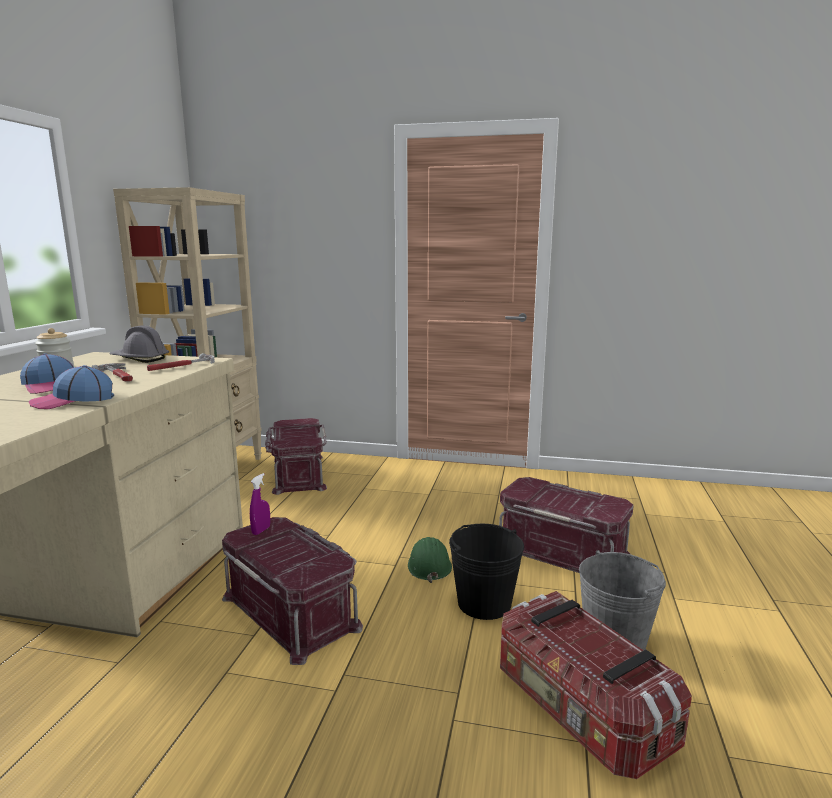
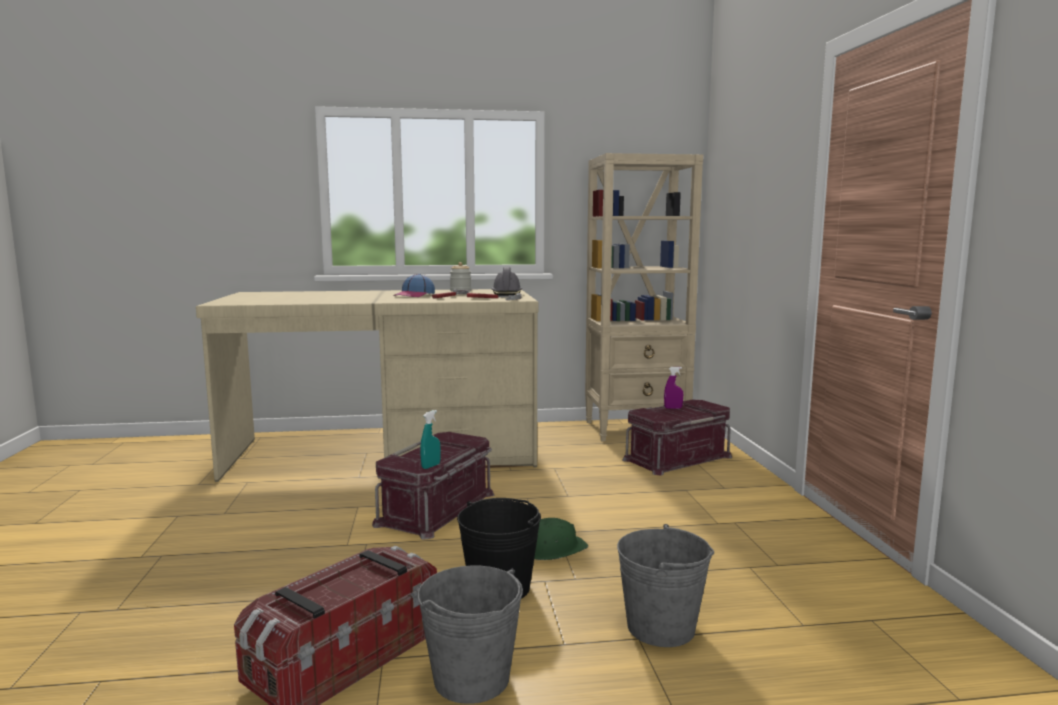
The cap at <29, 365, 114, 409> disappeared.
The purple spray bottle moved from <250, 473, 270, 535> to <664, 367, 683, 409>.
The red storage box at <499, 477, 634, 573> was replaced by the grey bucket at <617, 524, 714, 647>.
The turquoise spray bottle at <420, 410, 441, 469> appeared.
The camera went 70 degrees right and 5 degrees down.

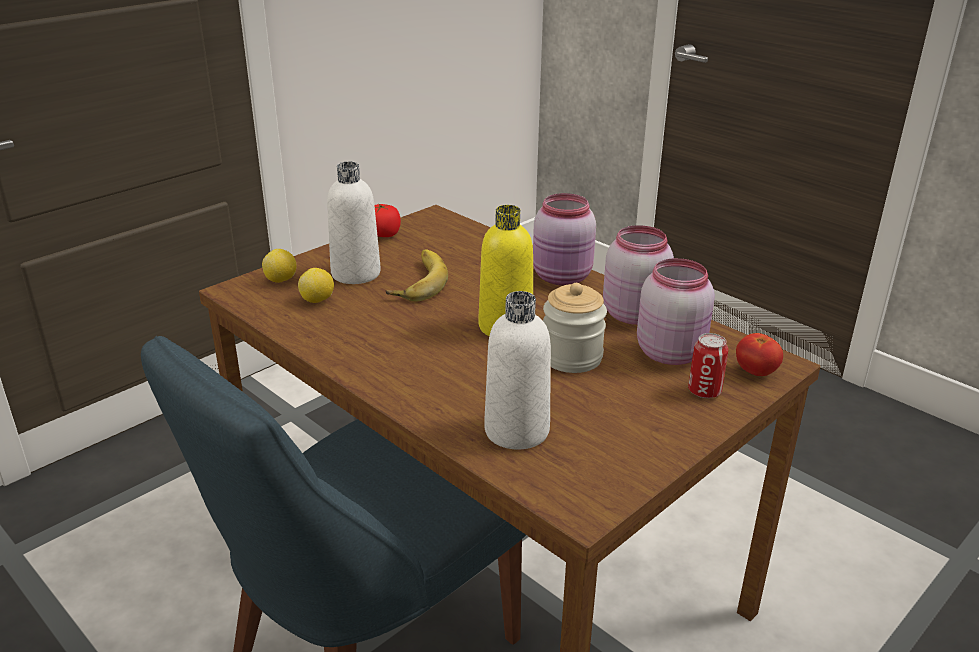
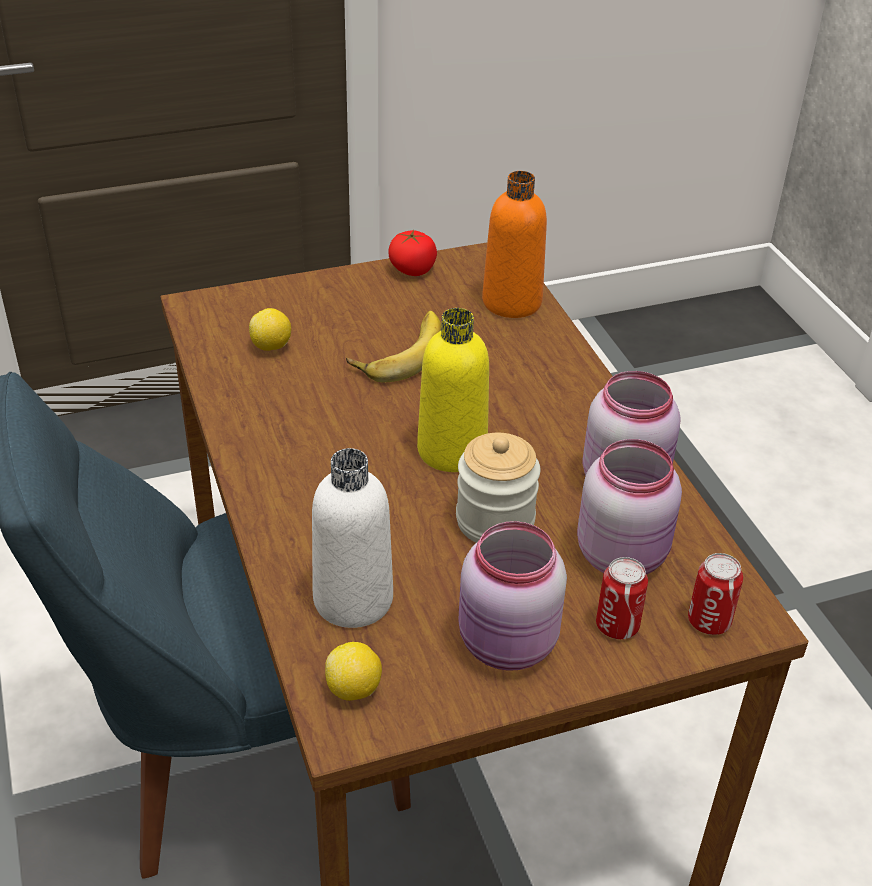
The white bottle at <327, 161, 381, 284> disappeared.
The pink jar moved from <533, 193, 596, 286> to <458, 521, 567, 671>.
The lemon moved from <262, 249, 297, 283> to <325, 642, 382, 701>.
The tomato at <736, 333, 783, 376> was replaced by the can at <688, 553, 743, 635>.
The orange bottle at <482, 171, 547, 318> appeared.
The camera went 25 degrees right and 10 degrees up.

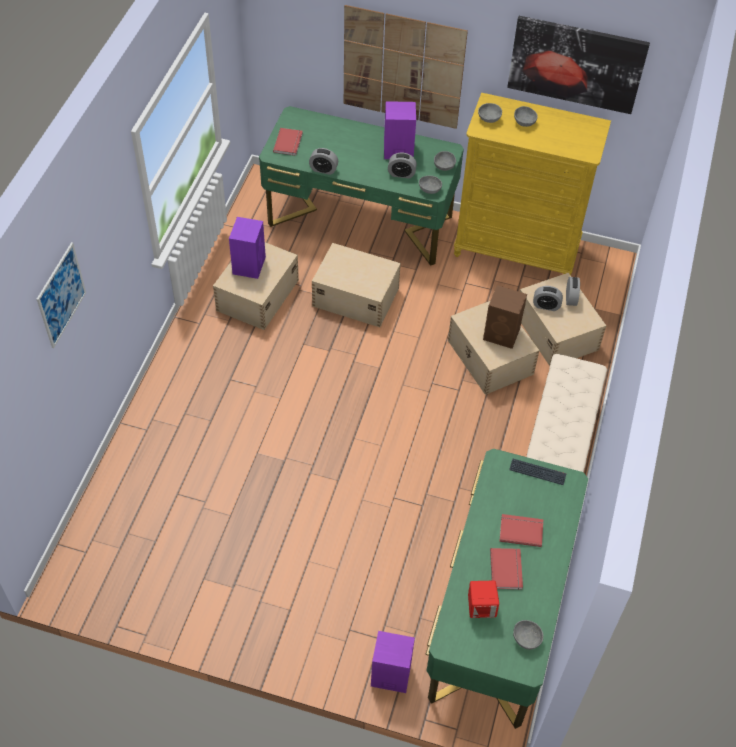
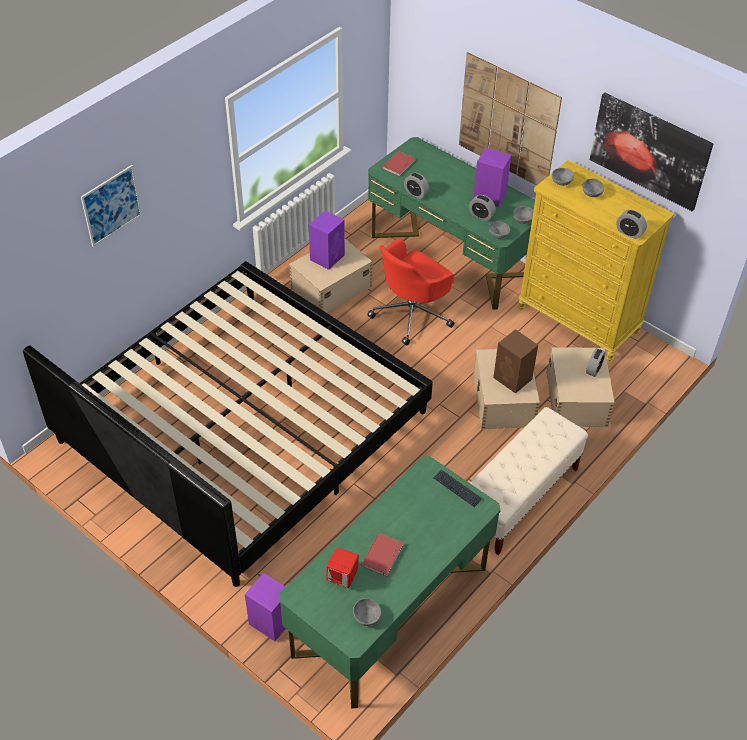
The beige storage box at <312, 243, 401, 327> was replaced by the red office chair at <367, 238, 455, 346>.
The alarm clock moved from <533, 286, 563, 311> to <616, 210, 647, 239>.
The red book at <499, 514, 543, 547> disappeared.
The bed at <23, 261, 433, 587> appeared.
The camera went 25 degrees right and 5 degrees down.

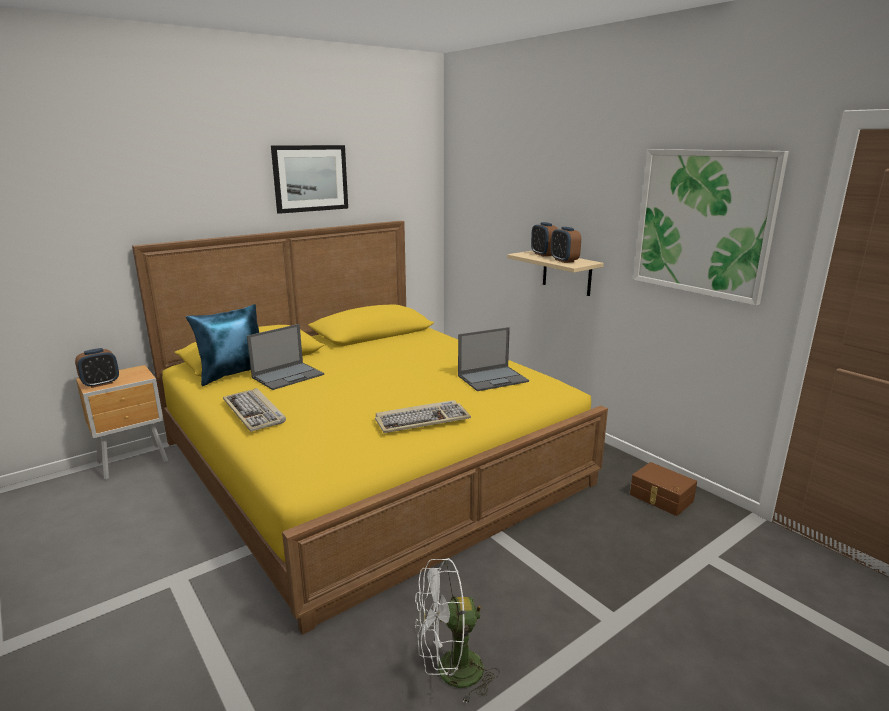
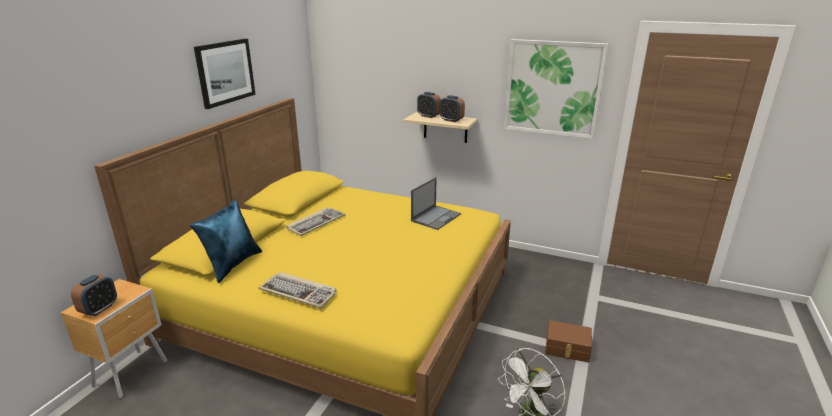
The laptop at <247, 324, 324, 390> disappeared.
The keyboard moved from <375, 400, 471, 433> to <286, 207, 346, 236>.
The brown storage box moved from <630, 462, 697, 516> to <545, 320, 592, 363>.
The camera went 30 degrees left and 5 degrees up.

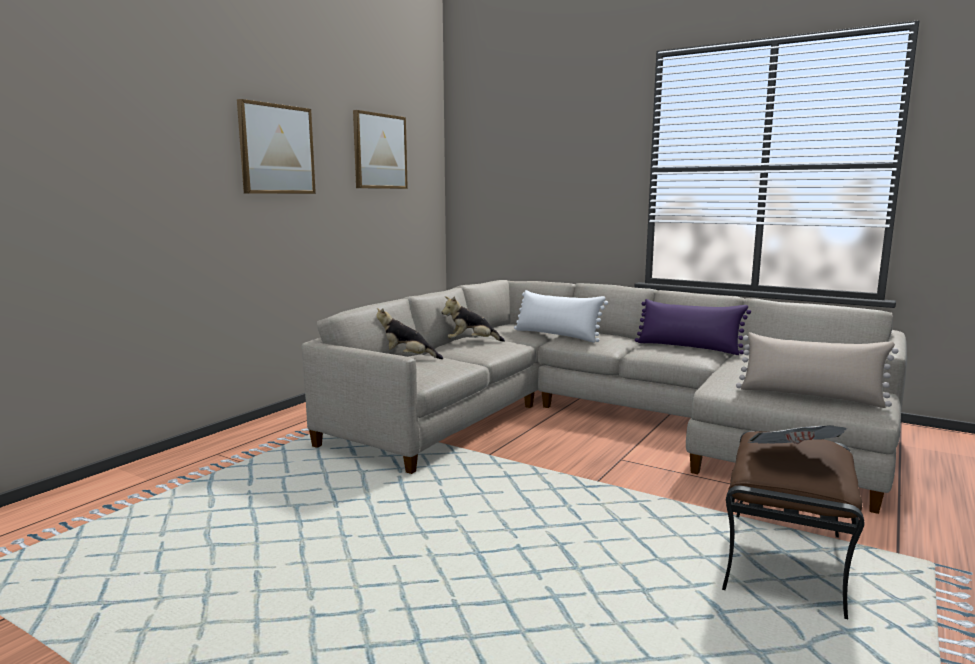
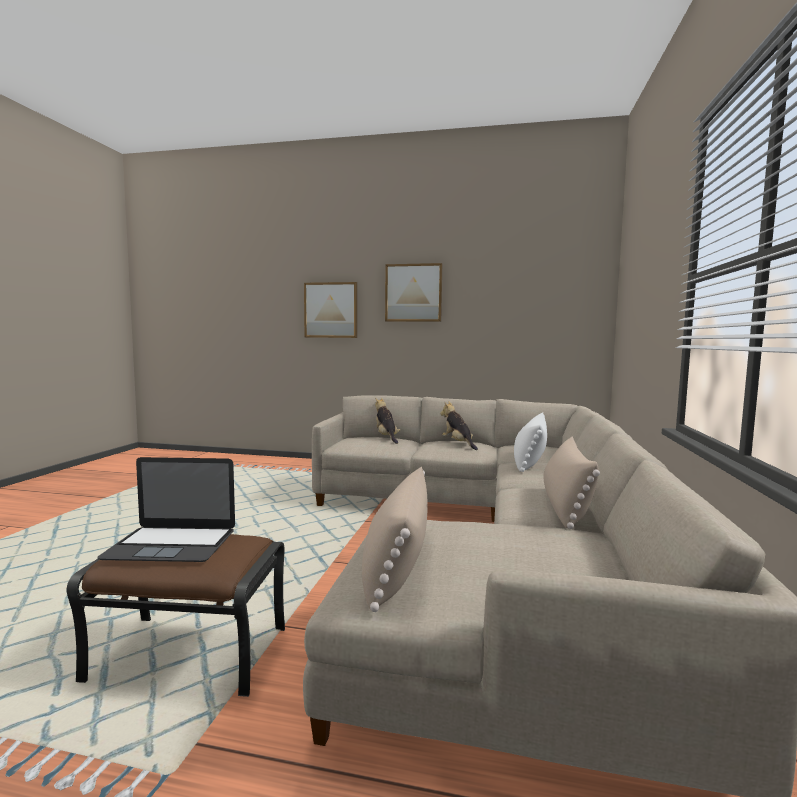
The picture moved from <353, 110, 408, 189> to <304, 282, 357, 338>.
The purple pillow at <635, 299, 751, 355> became the beige pillow at <543, 437, 600, 529>.
The newspaper at <749, 425, 847, 444> was replaced by the laptop at <97, 457, 235, 562>.
The camera went 70 degrees right and 5 degrees down.

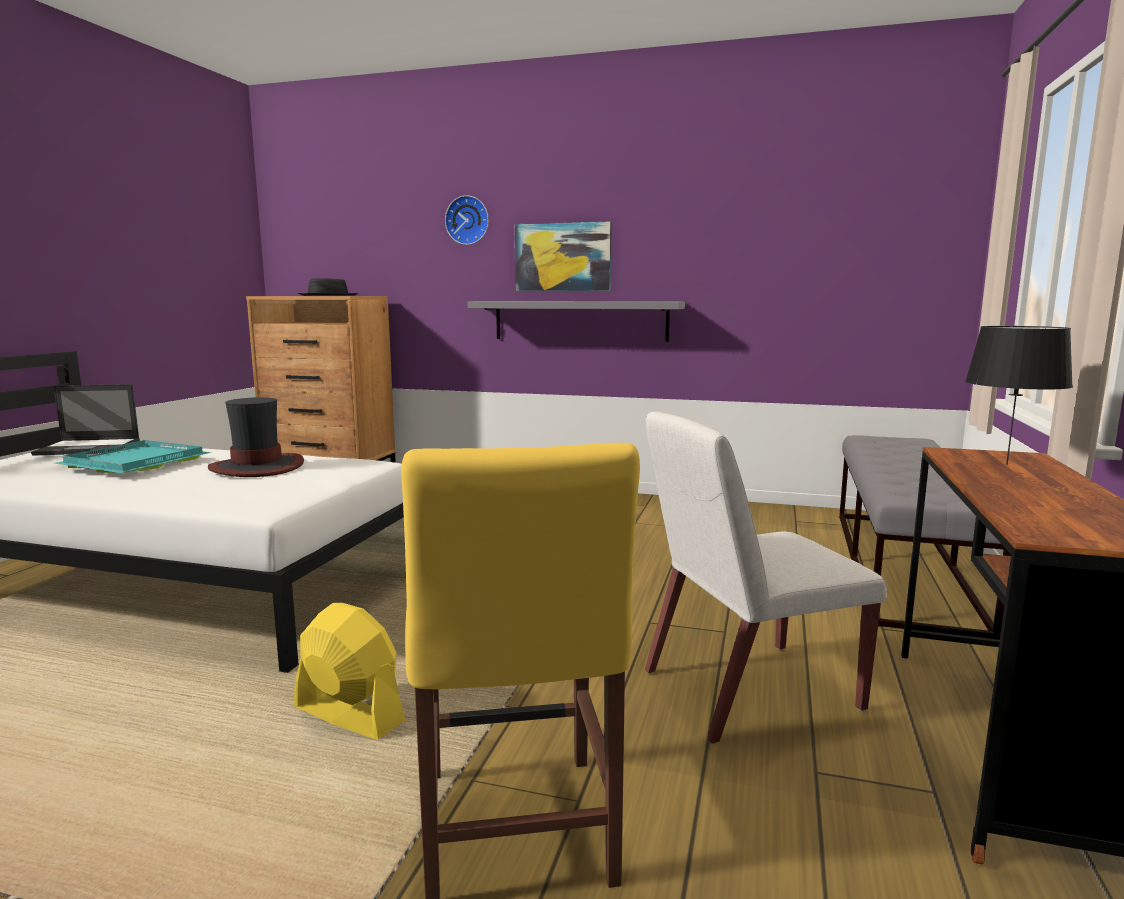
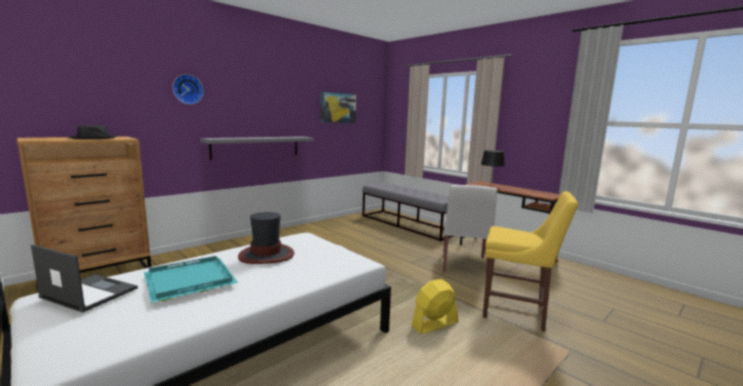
The picture moved from <515, 221, 612, 291> to <321, 92, 356, 123>.
The laptop at <31, 384, 140, 456> turned 90 degrees counterclockwise.
The camera went 60 degrees left and 0 degrees up.

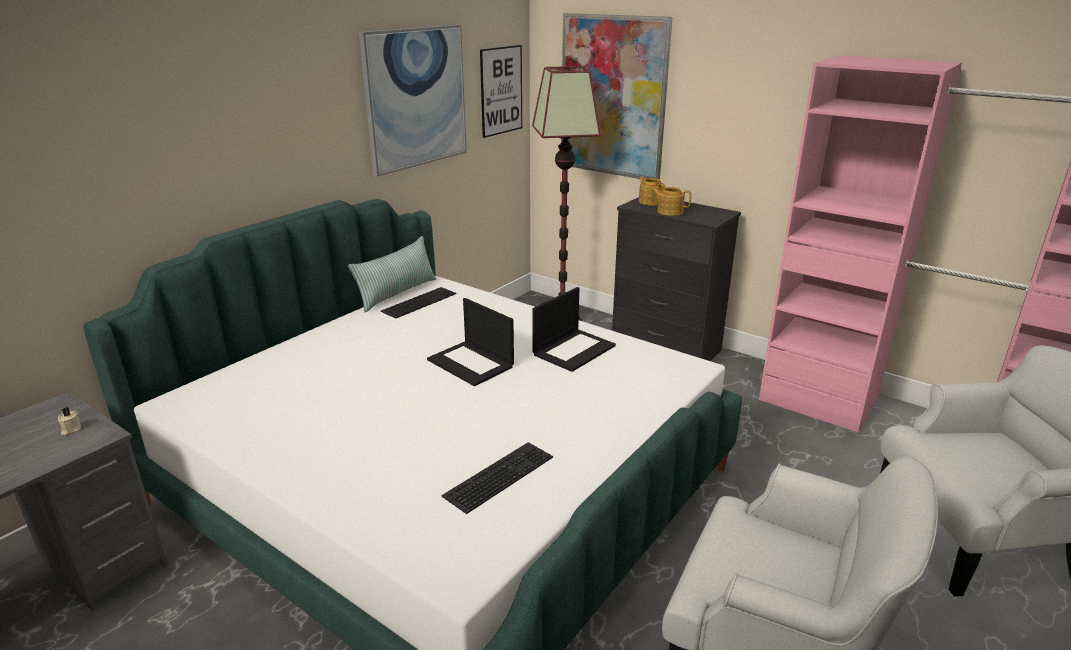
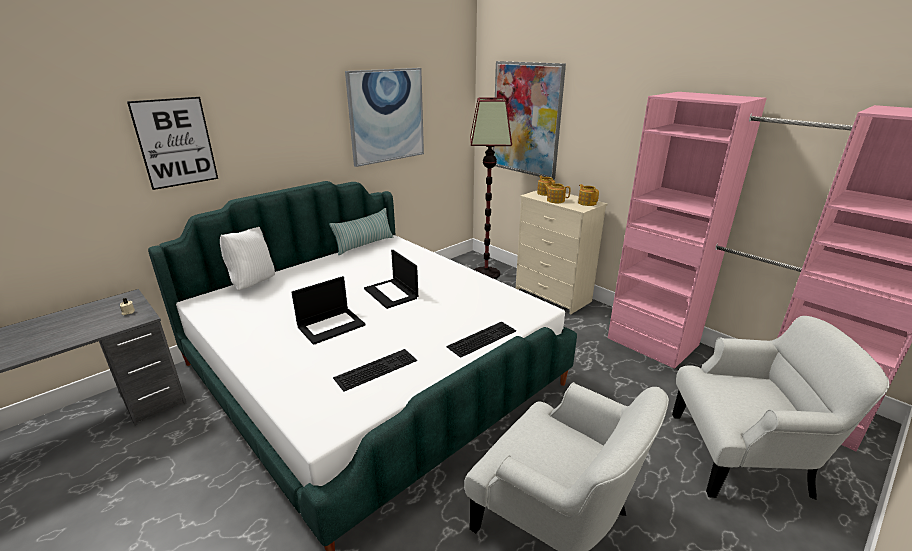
The picture moved from <480, 45, 522, 138> to <127, 97, 218, 190>.
The black dresser at <612, 197, 741, 361> became the beige dresser at <516, 191, 607, 314>.
The keyboard moved from <381, 287, 456, 319> to <446, 321, 516, 358>.
The laptop moved from <532, 287, 616, 372> to <291, 276, 366, 345>.
The teapot at <578, 184, 599, 206> appeared.
The white pillow at <220, 227, 275, 290> appeared.
The camera went 10 degrees right and 0 degrees up.

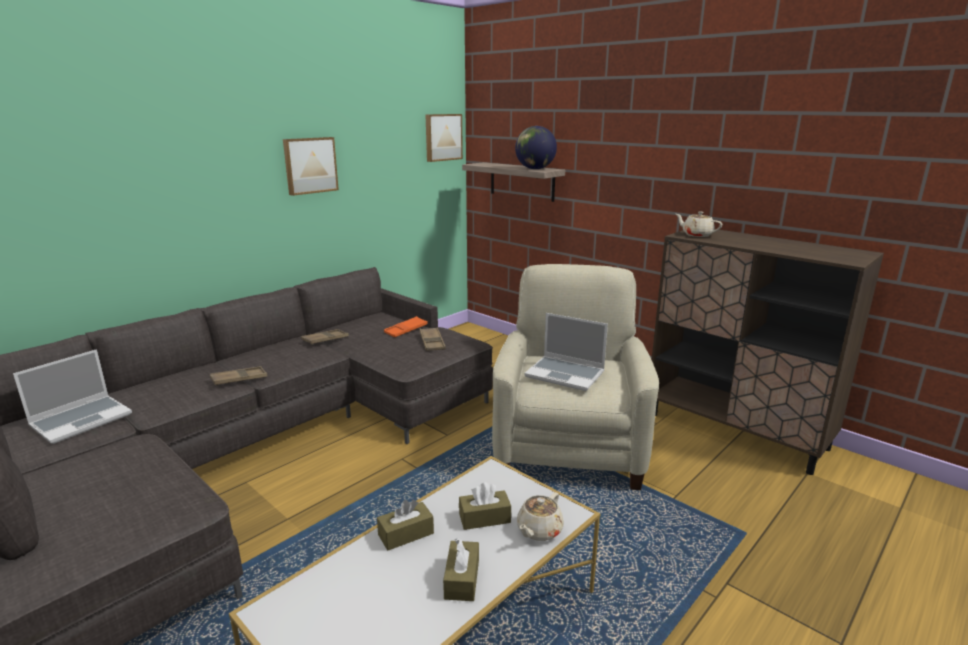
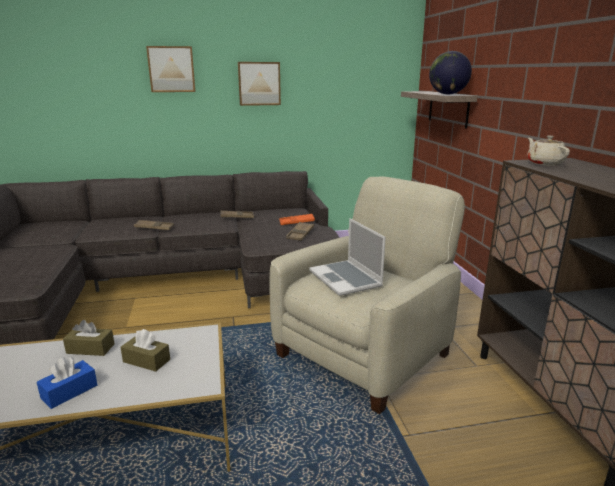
The picture moved from <425, 114, 463, 162> to <146, 46, 195, 92>.
The laptop at <13, 349, 132, 444> disappeared.
The beige teapot at <517, 492, 564, 541> disappeared.
The brown tissue box at <443, 538, 479, 601> became the blue tissue box at <37, 357, 97, 409>.
The camera went 35 degrees right and 0 degrees up.

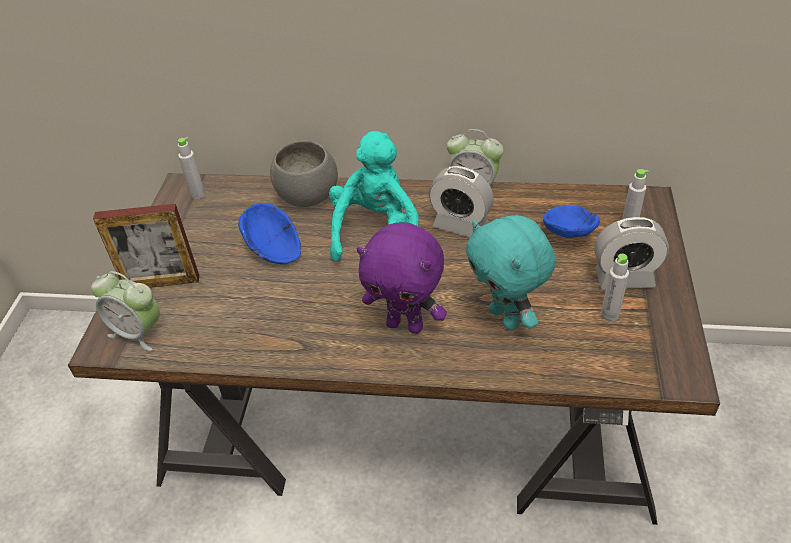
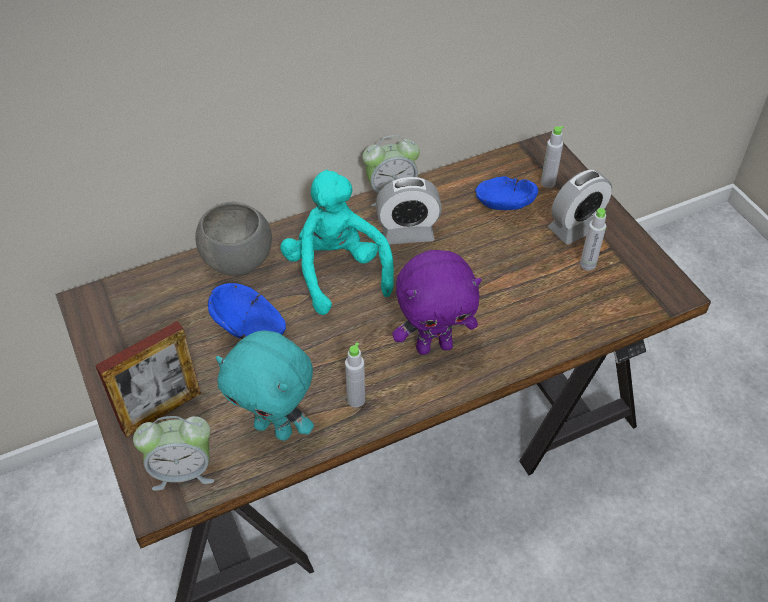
The grey bottle moved from <178, 137, 205, 199> to <345, 342, 365, 407>.
The turquoise plush toy moved from <466, 215, 556, 330> to <216, 330, 314, 441>.
The camera went 35 degrees left and 5 degrees up.

